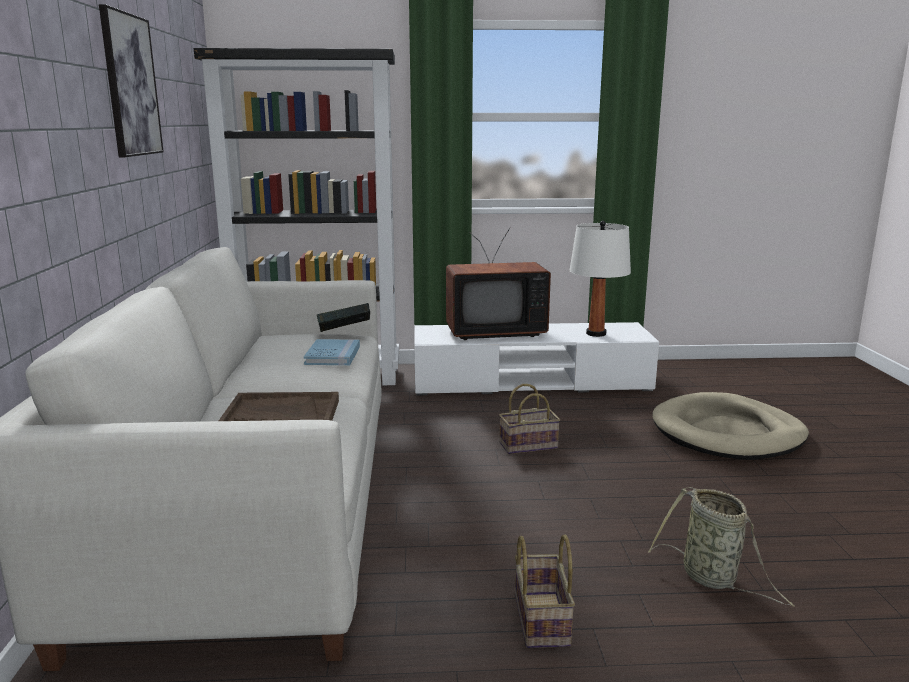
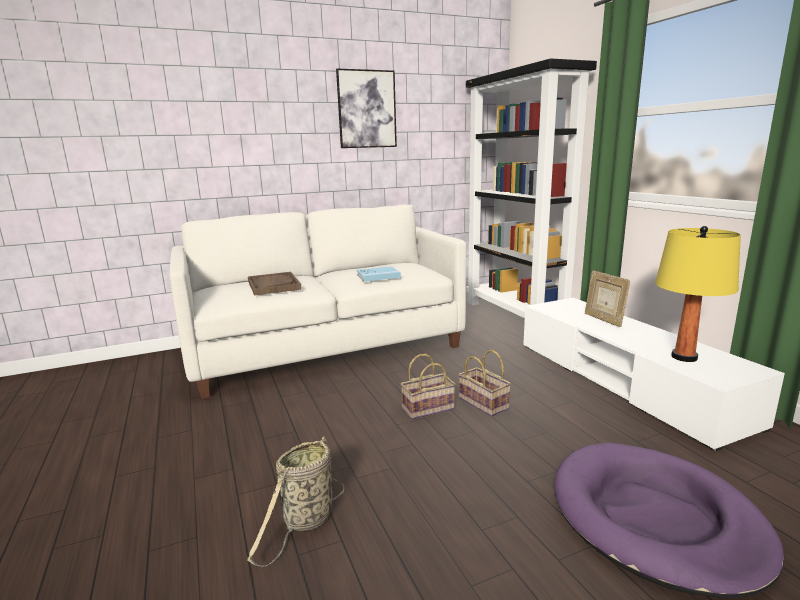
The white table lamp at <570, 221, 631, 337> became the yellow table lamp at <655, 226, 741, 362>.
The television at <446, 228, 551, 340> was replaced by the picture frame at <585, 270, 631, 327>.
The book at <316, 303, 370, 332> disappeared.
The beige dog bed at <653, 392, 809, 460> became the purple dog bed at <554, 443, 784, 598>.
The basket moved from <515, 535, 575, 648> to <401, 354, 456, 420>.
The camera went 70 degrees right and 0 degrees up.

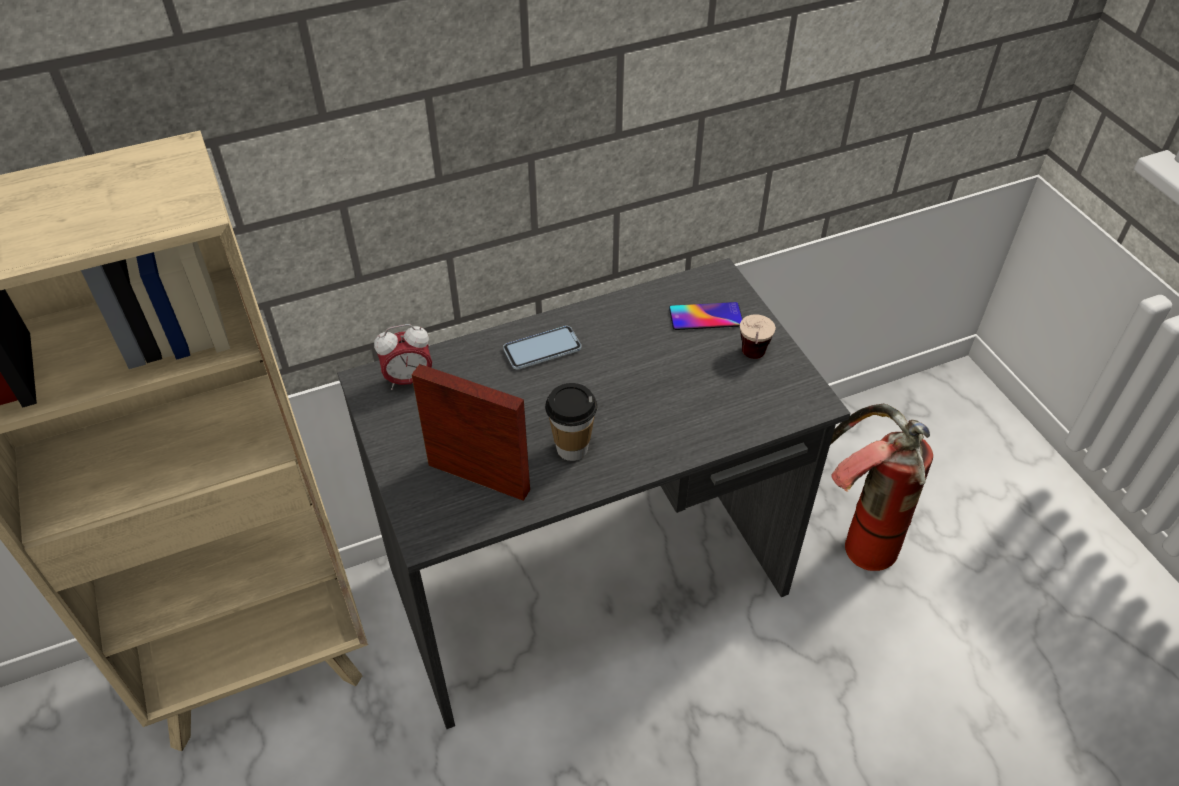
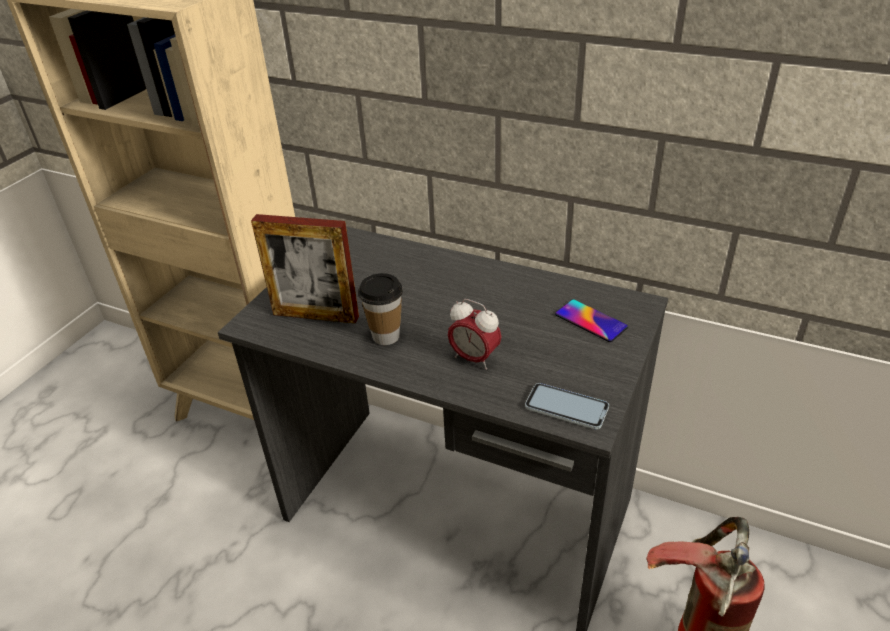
The cup at <740, 314, 776, 359> disappeared.
The alarm clock moved from <374, 324, 432, 390> to <448, 299, 502, 370>.
The phone moved from <503, 326, 581, 370> to <525, 383, 609, 429>.
The picture frame at <411, 364, 530, 501> turned 120 degrees clockwise.
The camera went 50 degrees right and 10 degrees down.

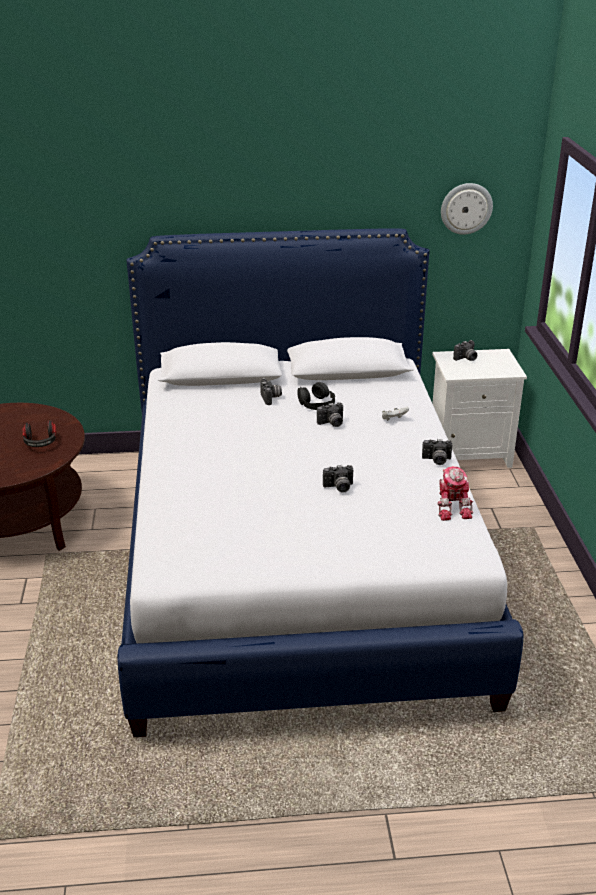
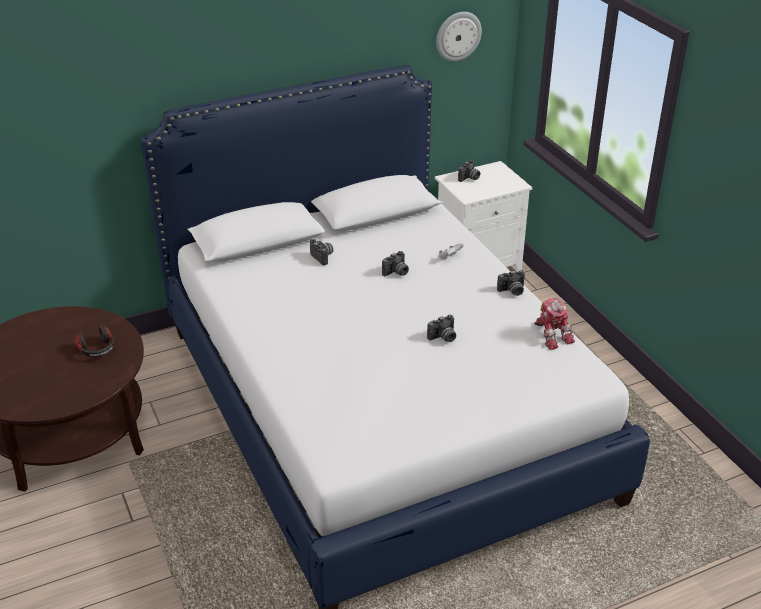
The black headphones at <298, 382, 335, 410> disappeared.
The camera went 20 degrees left and 5 degrees up.

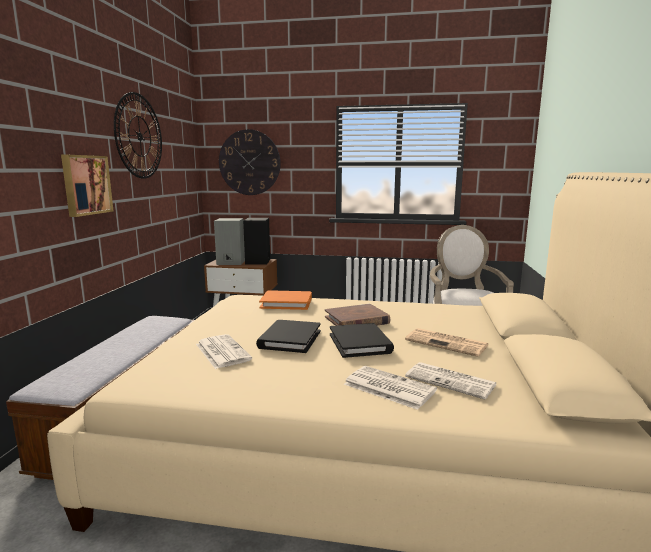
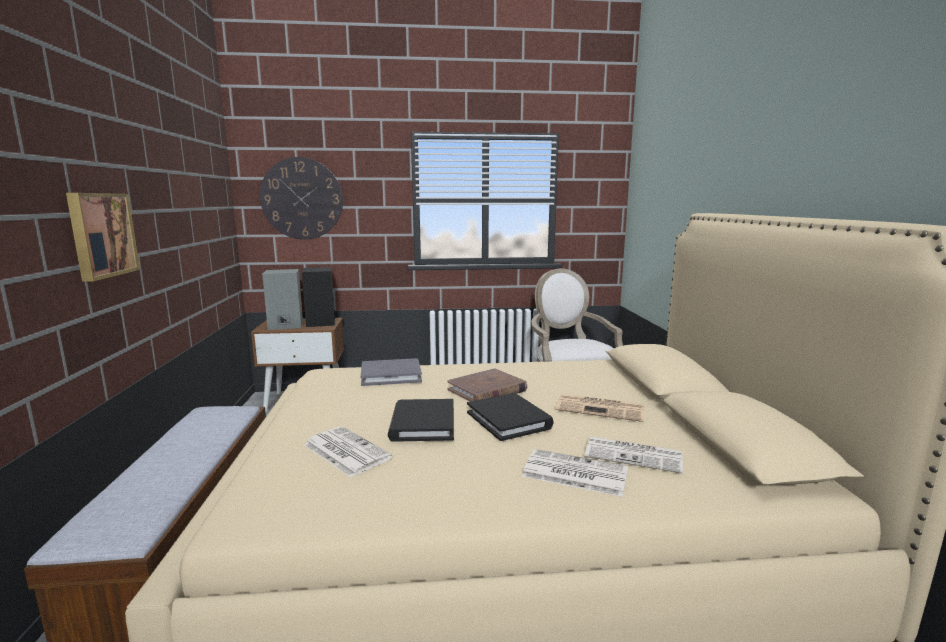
The wall clock at <114, 92, 162, 179> disappeared.
The orange book at <259, 290, 312, 310> became the grey book at <361, 358, 422, 386>.
The camera went 15 degrees left and 0 degrees up.

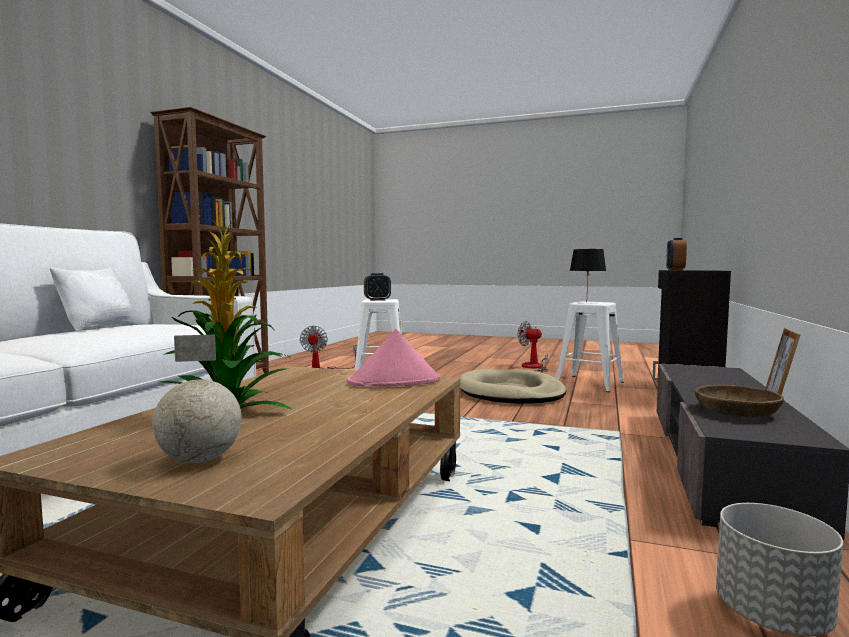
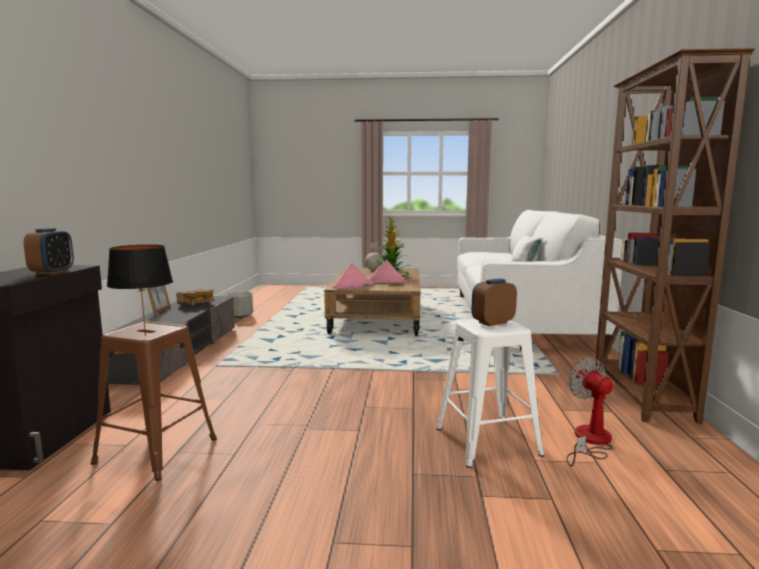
The white stool at <556, 301, 624, 392> became the brown stool at <91, 321, 217, 481>.
The fan at <518, 321, 549, 373> disappeared.
The beige dog bed at <459, 369, 567, 404> disappeared.
The brown bowl at <695, 385, 784, 418> was replaced by the book at <176, 289, 215, 304>.
The pink hat at <367, 259, 406, 283> appeared.
The camera went 165 degrees right and 5 degrees up.

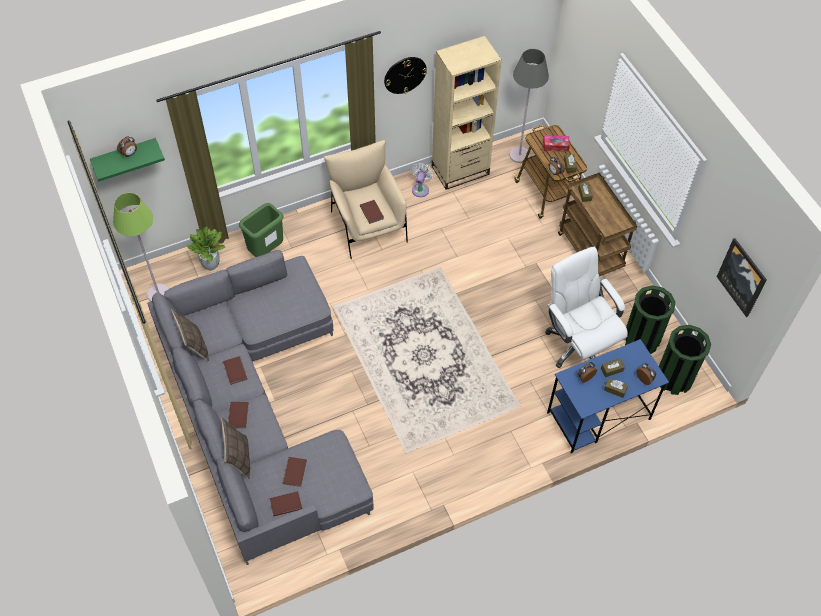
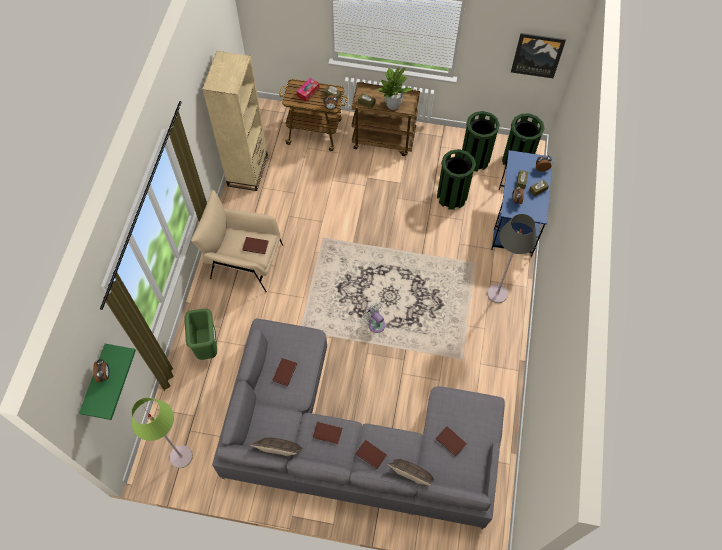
The grey floor lamp moved from <510, 49, 549, 163> to <487, 214, 537, 303>.
The wall clock at <384, 57, 427, 94> disappeared.
The white fan moved from <411, 163, 434, 197> to <363, 302, 385, 333>.
The potted plant moved from <187, 227, 226, 270> to <377, 67, 412, 110>.
The white office chair at <545, 247, 628, 368> was replaced by the green trash can at <437, 149, 476, 210>.
The brown book moved from <270, 491, 302, 516> to <273, 358, 297, 386>.
The camera went 55 degrees left and 5 degrees up.

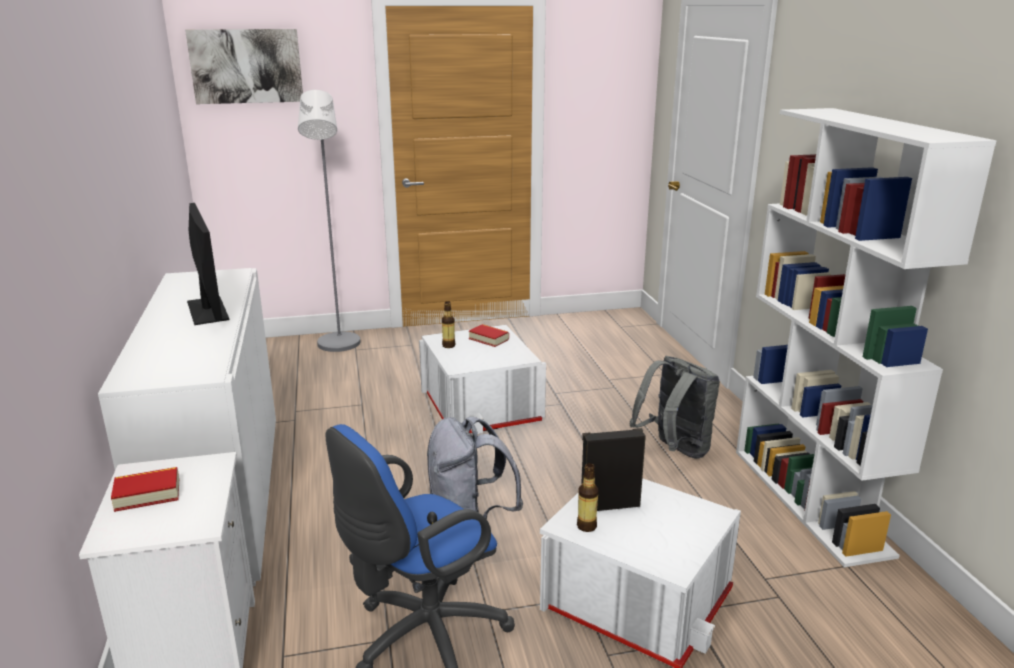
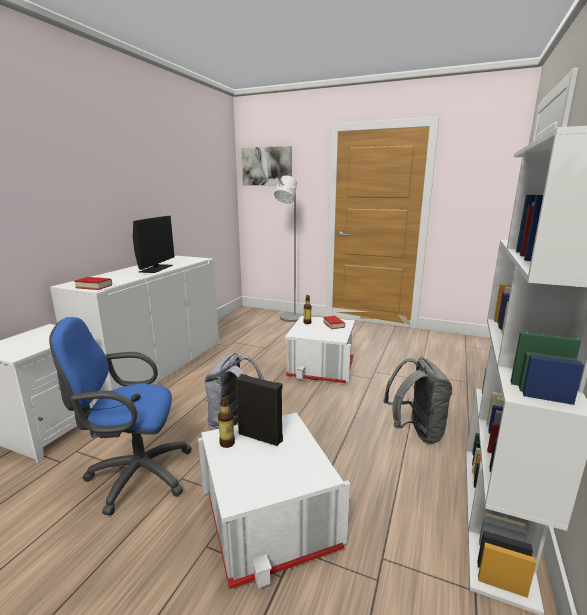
The book moved from <111, 467, 179, 512> to <75, 277, 112, 290>.
The camera went 35 degrees right and 5 degrees down.

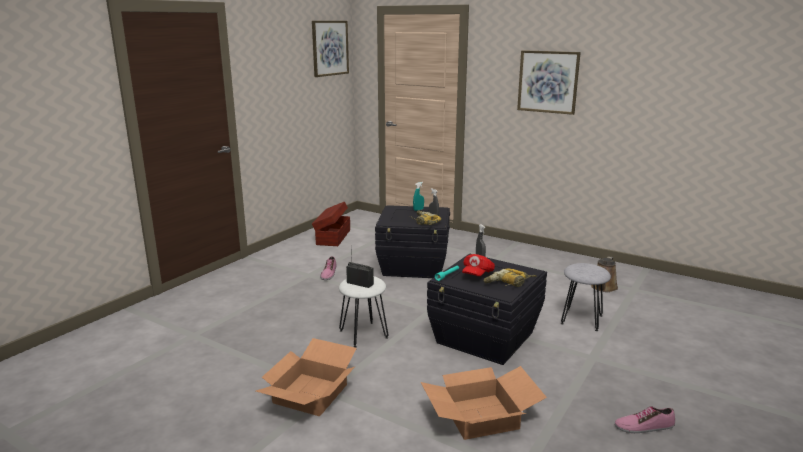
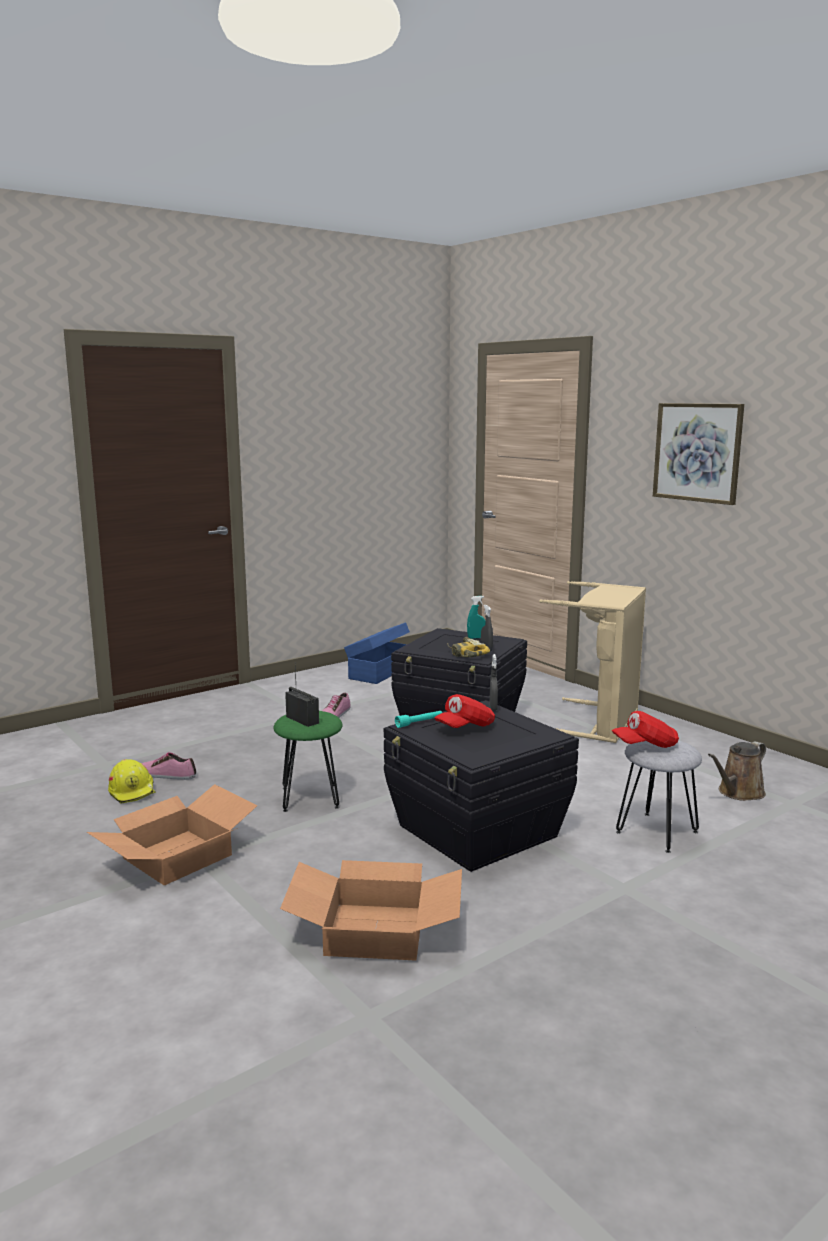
The picture at <312, 21, 349, 77> disappeared.
The brown storage box at <312, 201, 350, 246> became the blue storage box at <344, 622, 410, 684>.
The power drill at <484, 268, 536, 287> disappeared.
The white stool at <339, 276, 388, 348> became the green stool at <273, 711, 343, 812>.
The shoe moved from <615, 406, 675, 433> to <141, 752, 196, 780>.
The beige laundry basket at <539, 581, 646, 743> appeared.
The red cap at <611, 711, 679, 748> appeared.
The yellow hard hat at <108, 759, 156, 804> appeared.
The camera went 20 degrees right and 5 degrees down.

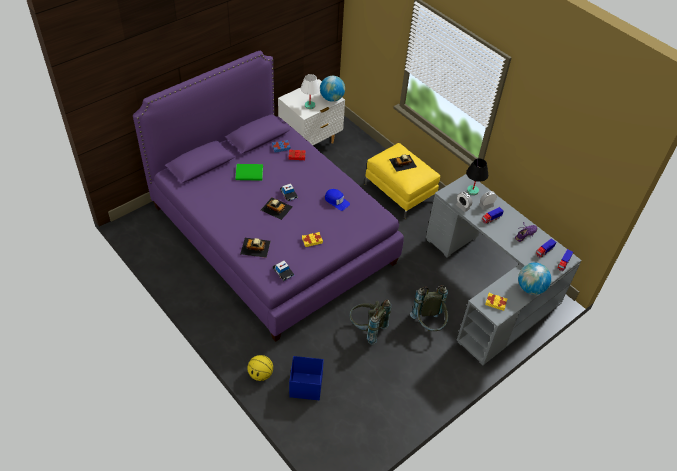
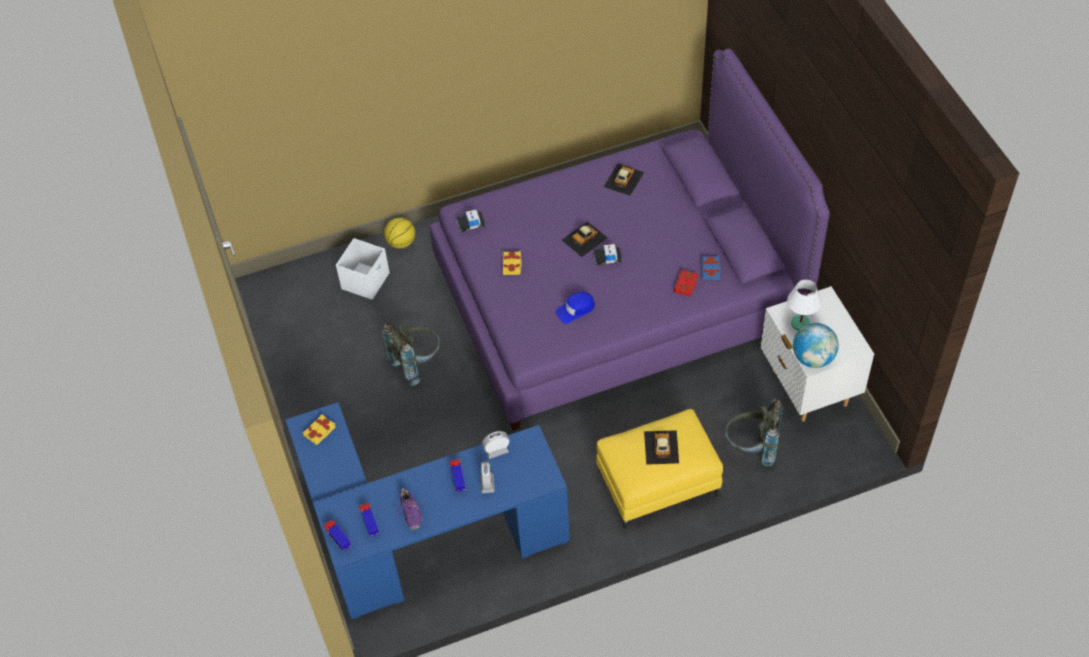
The black table lamp at <466, 158, 488, 195> disappeared.
The green book at <235, 164, 263, 181> disappeared.
The grey desk at <426, 174, 582, 366> became the blue desk at <286, 402, 570, 619>.
The toy car moved from <240, 238, 271, 258> to <604, 164, 644, 196>.
The globe at <518, 263, 551, 295> disappeared.
The grey backpack moved from <410, 285, 448, 331> to <725, 399, 783, 467>.
The blue storage box at <289, 356, 324, 400> became the white storage box at <336, 238, 390, 300>.
The camera went 115 degrees right and 5 degrees up.

